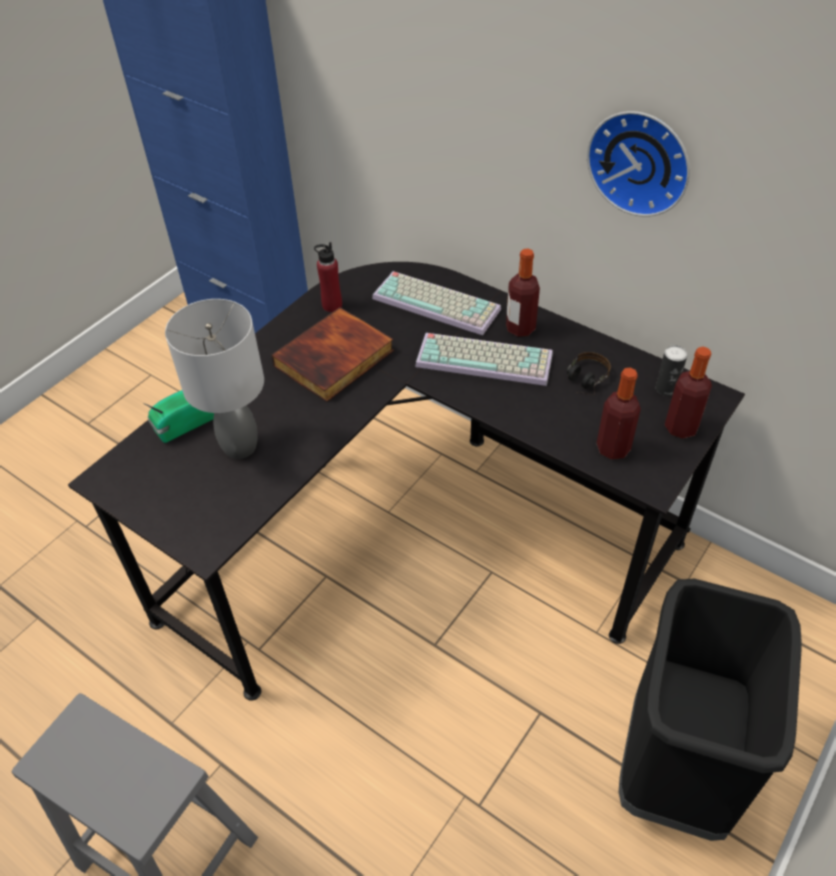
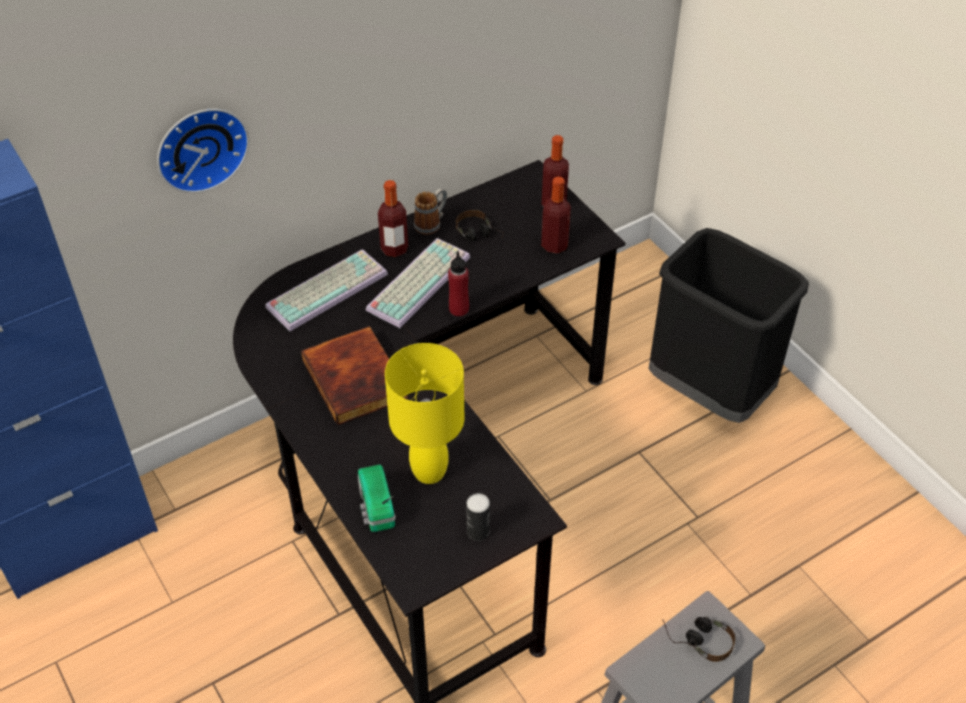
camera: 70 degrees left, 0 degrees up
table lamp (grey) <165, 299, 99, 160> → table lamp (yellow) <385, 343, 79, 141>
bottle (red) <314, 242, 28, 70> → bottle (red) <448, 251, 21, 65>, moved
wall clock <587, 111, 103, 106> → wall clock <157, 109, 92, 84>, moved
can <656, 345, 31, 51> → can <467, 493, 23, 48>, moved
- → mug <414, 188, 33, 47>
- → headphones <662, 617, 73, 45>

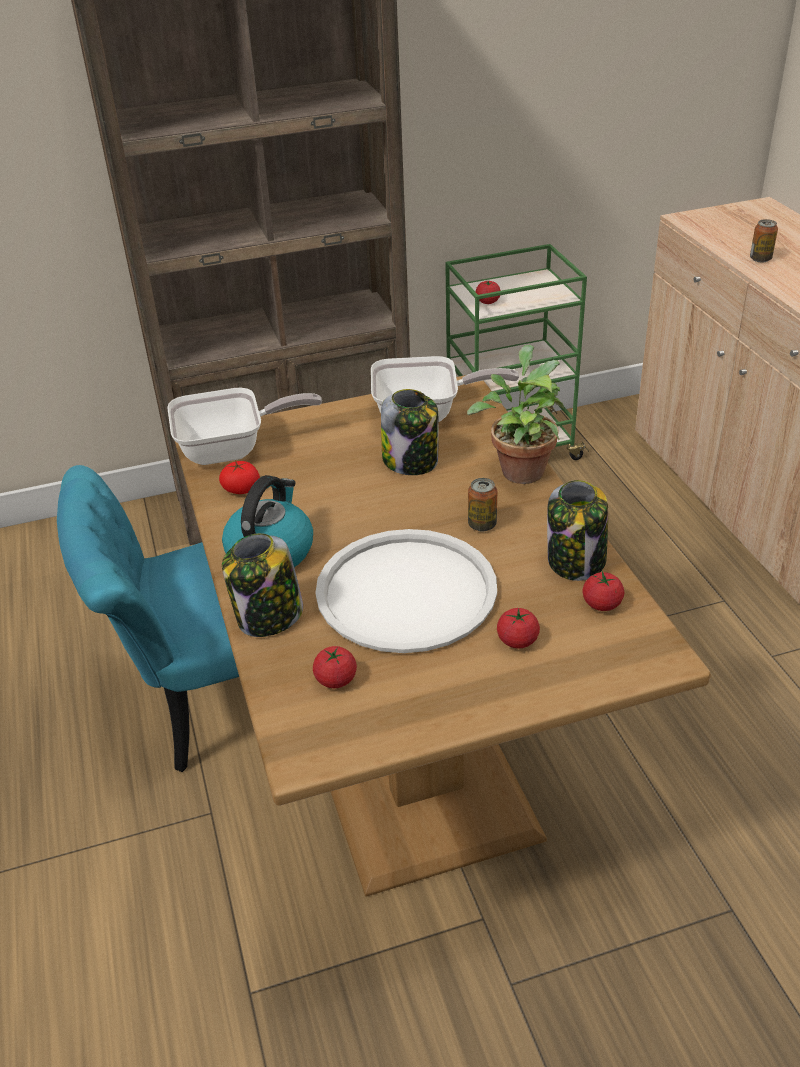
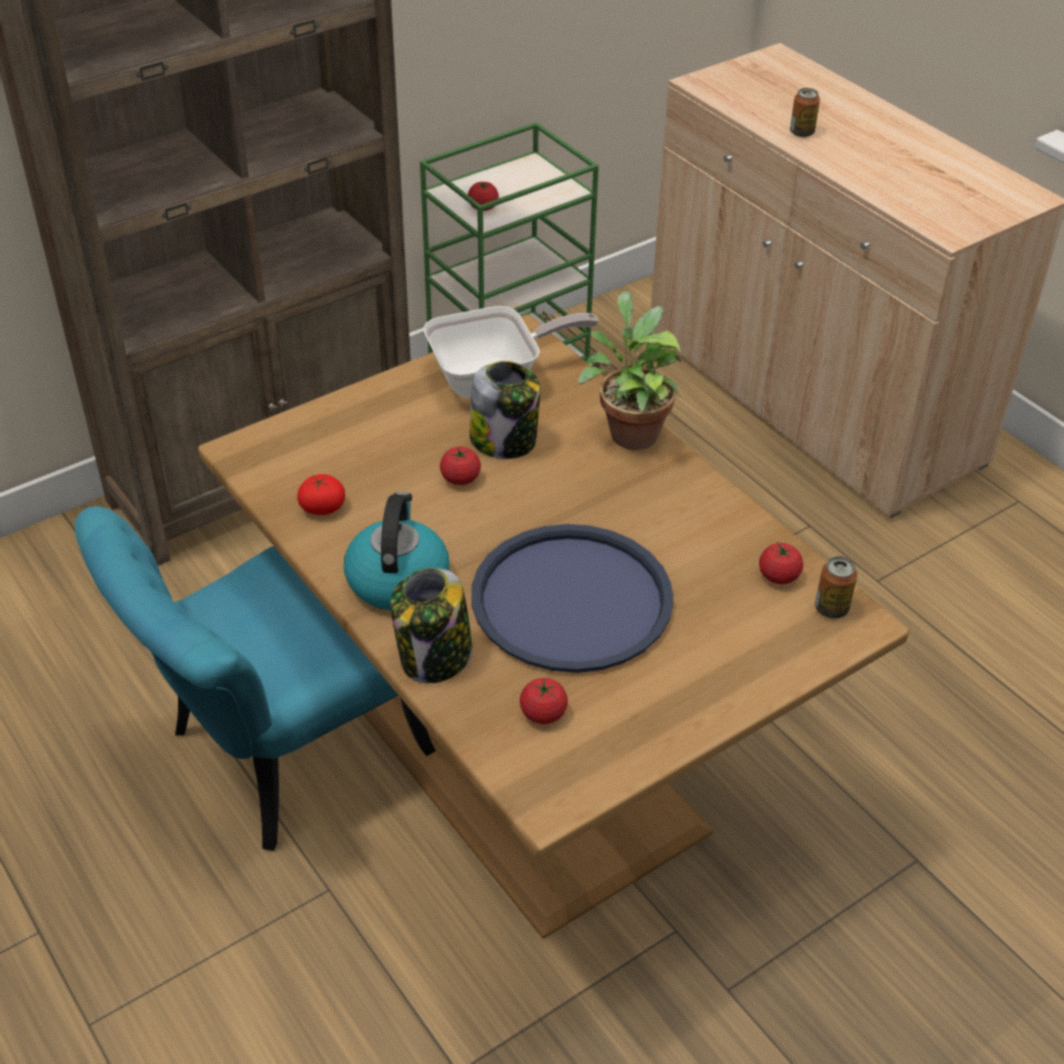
camera: 20 degrees left, 5 degrees up
frying pan <167, 387, 155, 78> → -
tray (white) <315, 529, 182, 124> → tray (blue) <471, 524, 203, 149>
can <468, 478, 29, 53> → can <815, 556, 42, 63>, moved
tomato <497, 608, 43, 40> → tomato <440, 447, 41, 38>, moved
jar <547, 480, 61, 101> → -

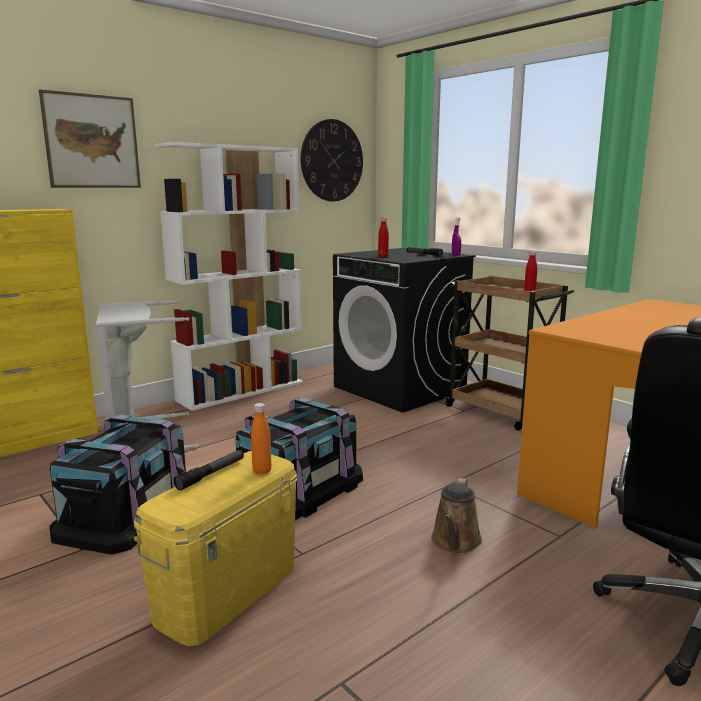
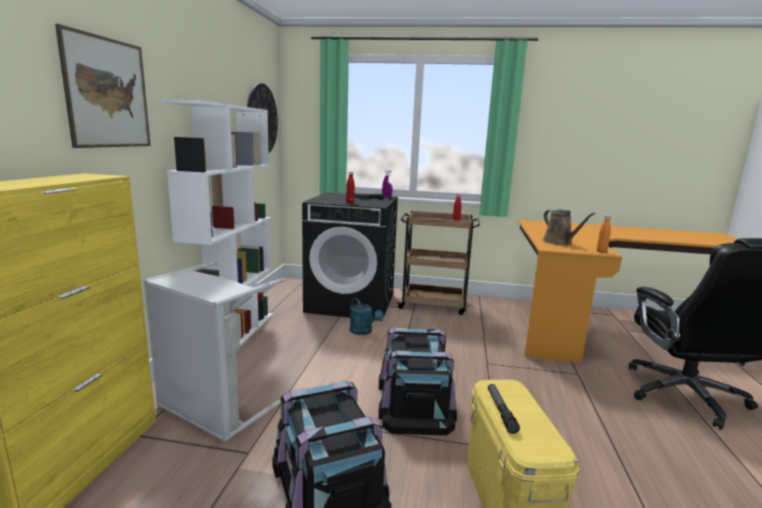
camera: 40 degrees left, 0 degrees up
bottle (orange) <251, 403, 21, 72> → bottle (orange) <597, 215, 14, 38>, moved
watering can (brown) <431, 478, 51, 75> → watering can (brown) <543, 209, 52, 36>, moved
- → watering can (turquoise) <350, 298, 34, 37>

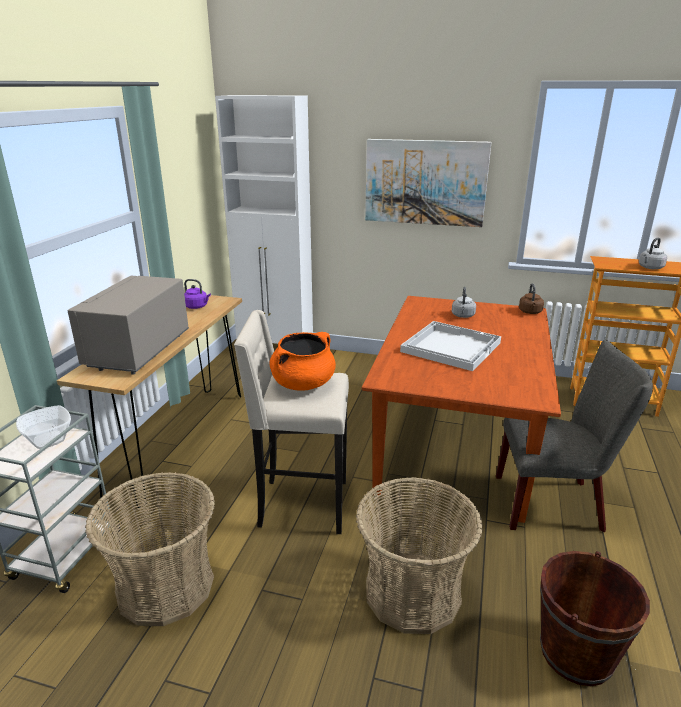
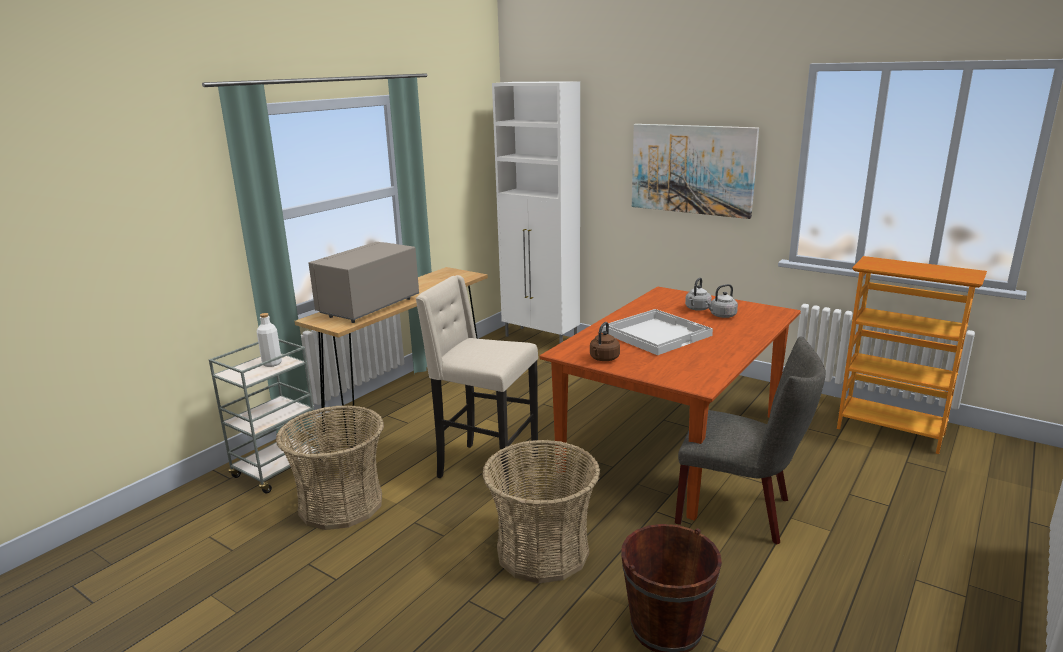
camera: 20 degrees right, 5 degrees down
bowl <16, 405, 55, 44> → bottle (white) <257, 313, 25, 54>
kettle (purple) <184, 279, 27, 30> → -
cooking pot (orange) <269, 332, 67, 59> → -
kettle (brown) <519, 283, 25, 31> → kettle (brown) <590, 322, 30, 39>, moved
kettle (grey) <639, 237, 28, 32> → kettle (grey) <705, 284, 33, 34>, moved

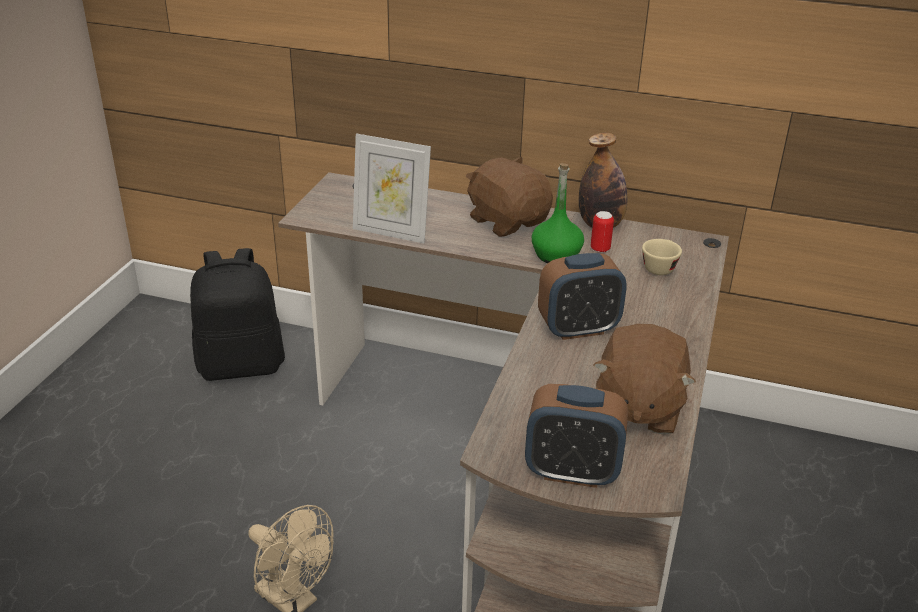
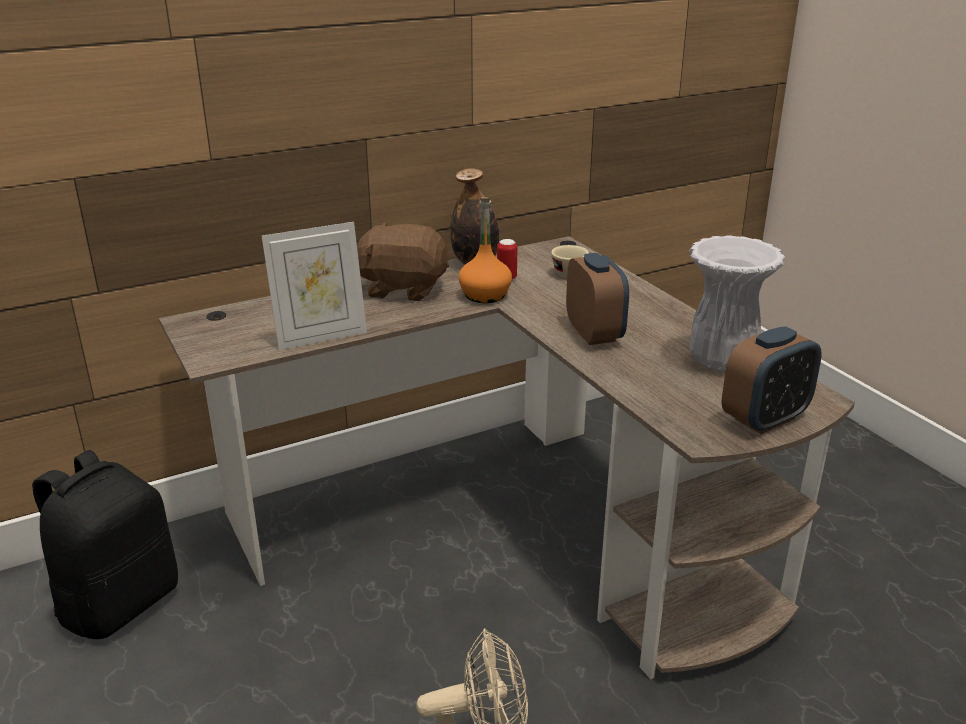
camera: 45 degrees left, 5 degrees down
bottle (green) <532, 163, 52, 100> → bottle (orange) <458, 197, 54, 106>
alarm clock <538, 253, 89, 87> → alarm clock <566, 253, 63, 92>, 45 degrees counterclockwise
plush toy (brown) <594, 324, 102, 111> → vase (white) <689, 235, 96, 136>

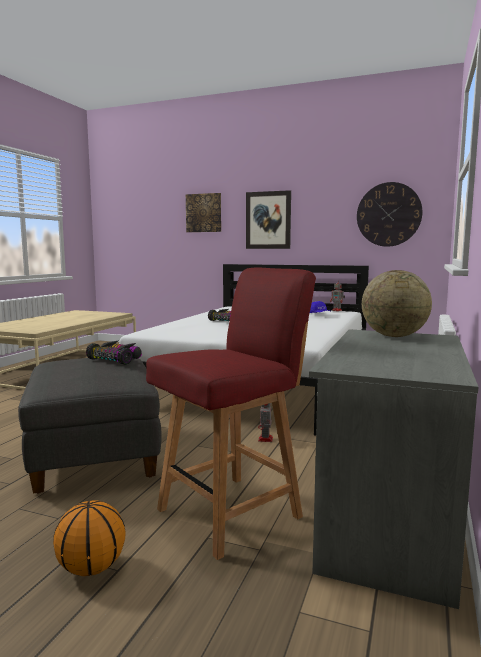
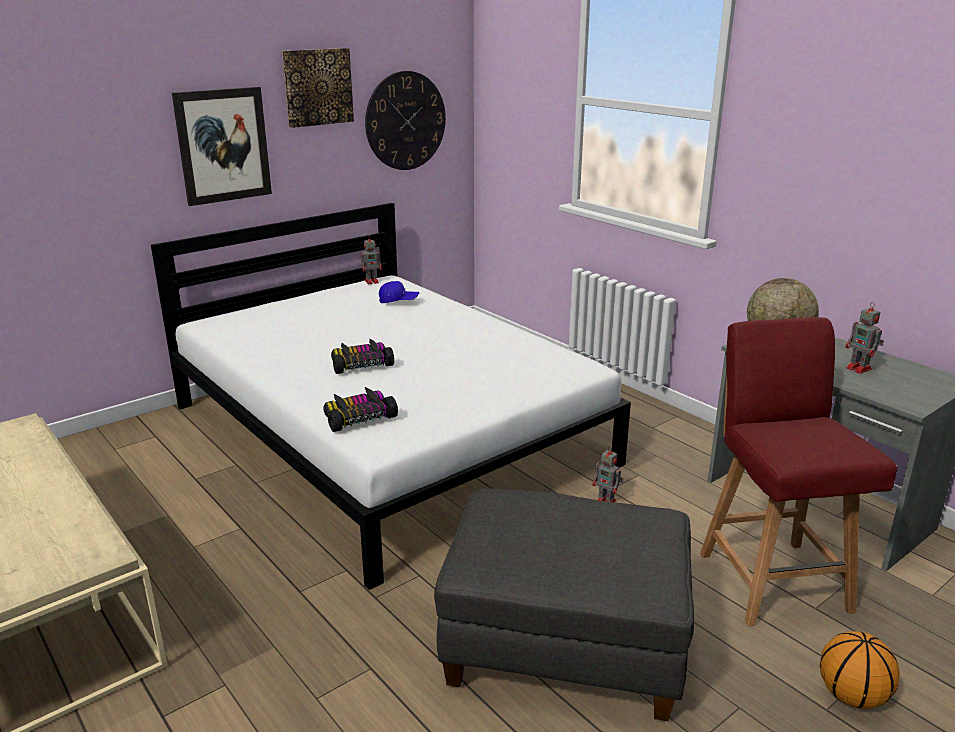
camera: 60 degrees left, 15 degrees up
toy car <86, 341, 56, 24> → toy car <324, 387, 74, 45>, moved
picture <186, 193, 35, 39> → picture <282, 48, 72, 80>, moved
- → toy robot <845, 302, 39, 72>

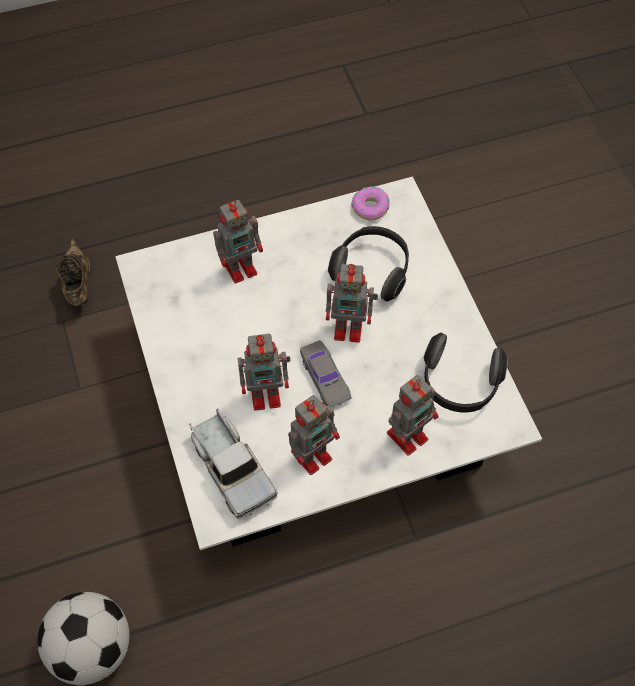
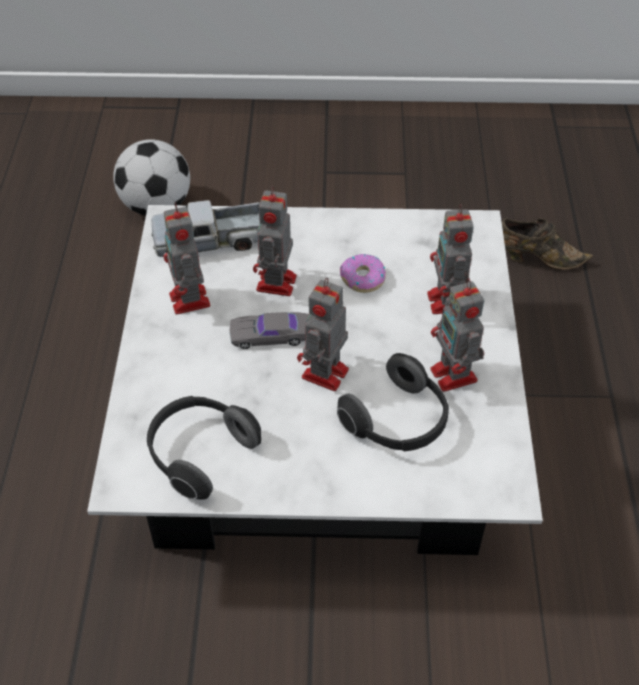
camera: 110 degrees right, 10 degrees down
donut <351, 186, 39, 35> → donut <340, 254, 46, 39>, moved
toy robot <387, 375, 52, 81> → toy robot <430, 279, 54, 113>, moved

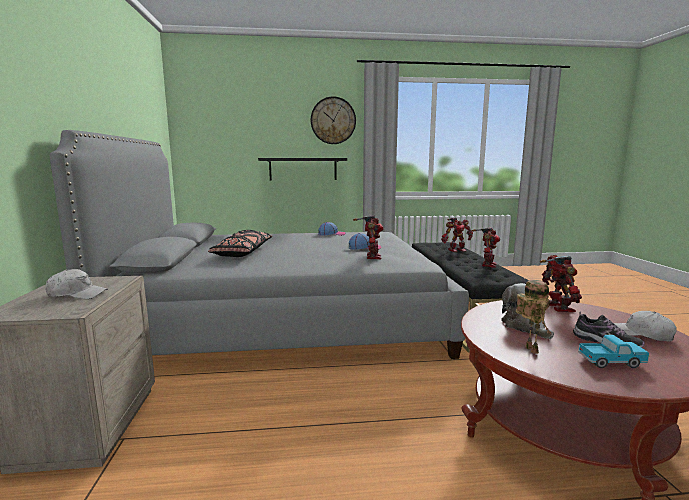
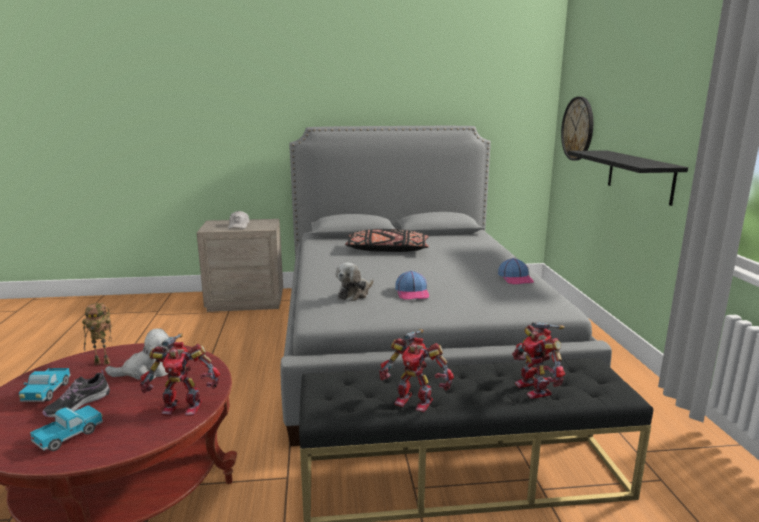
camera: 90 degrees right, 5 degrees up
wall clock <311, 96, 45, 48> → wall clock <561, 97, 32, 64>, moved
toy robot <353, 215, 30, 44> → plush toy <336, 263, 38, 39>
cap (white) <614, 311, 63, 31> → toy truck <30, 405, 73, 46>

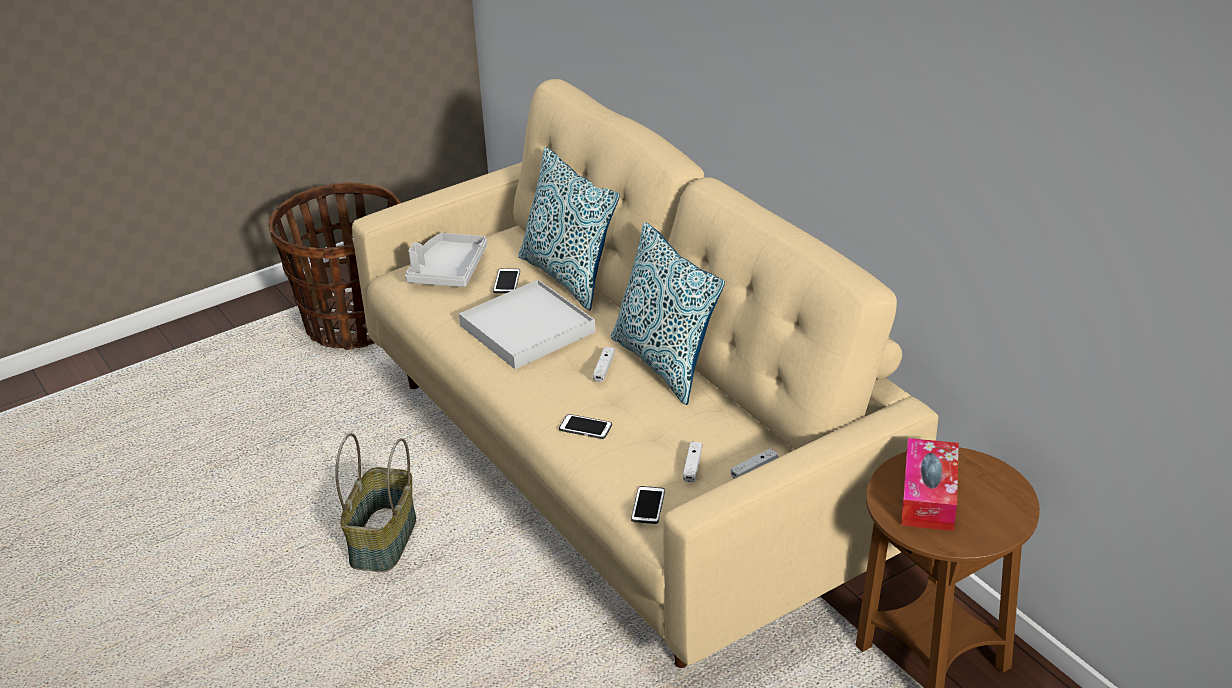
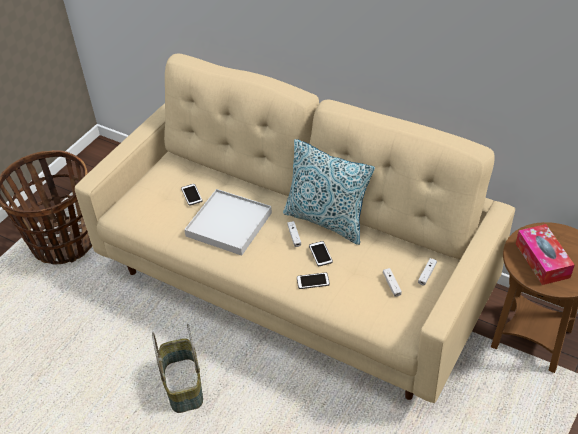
camera: 25 degrees left, 10 degrees up
tray (grey) <405, 233, 82, 54> → -
pillow <518, 147, 102, 164> → -
phone <631, 486, 34, 38> → phone <309, 241, 24, 25>, moved

